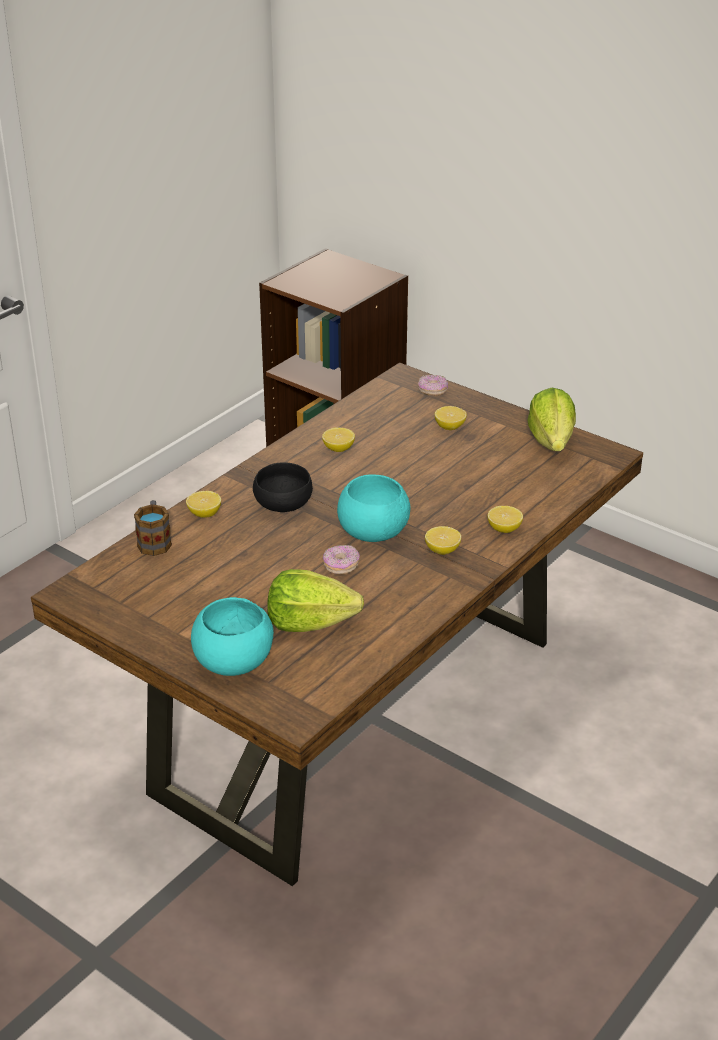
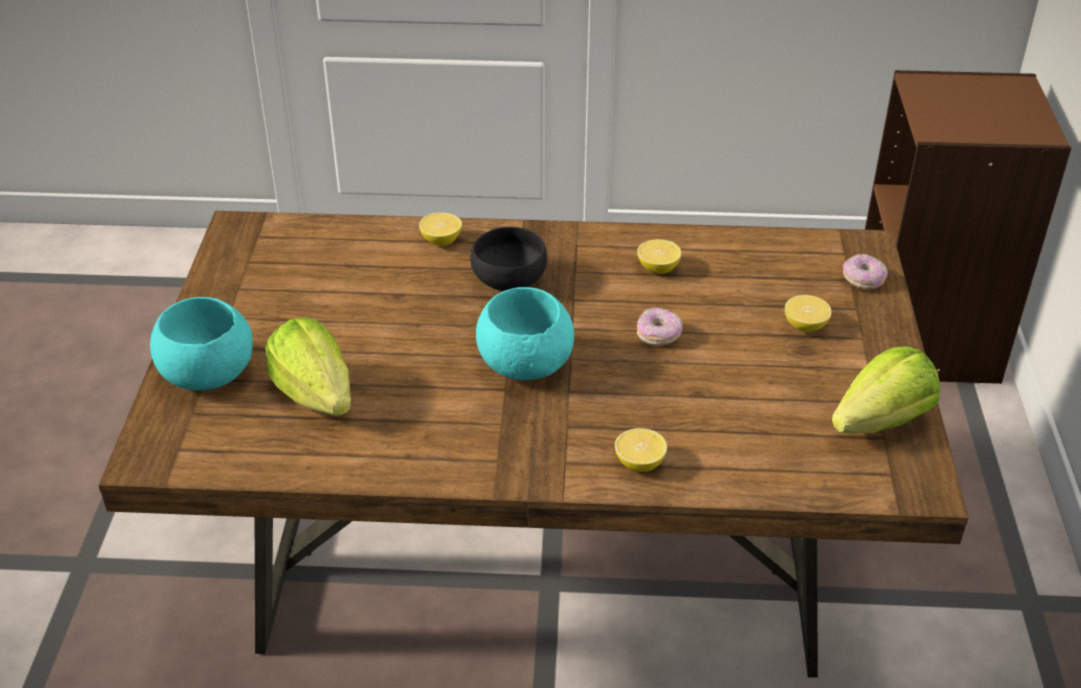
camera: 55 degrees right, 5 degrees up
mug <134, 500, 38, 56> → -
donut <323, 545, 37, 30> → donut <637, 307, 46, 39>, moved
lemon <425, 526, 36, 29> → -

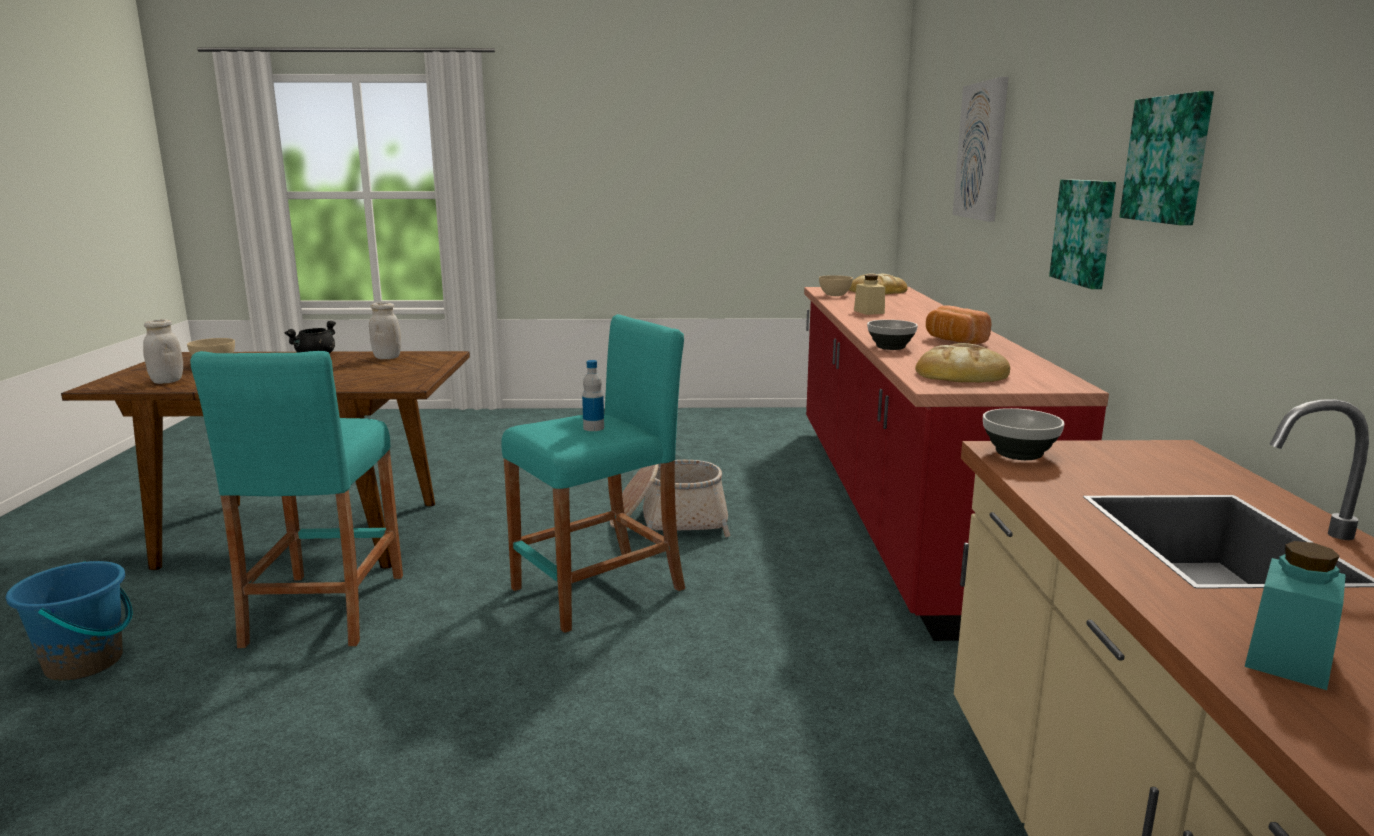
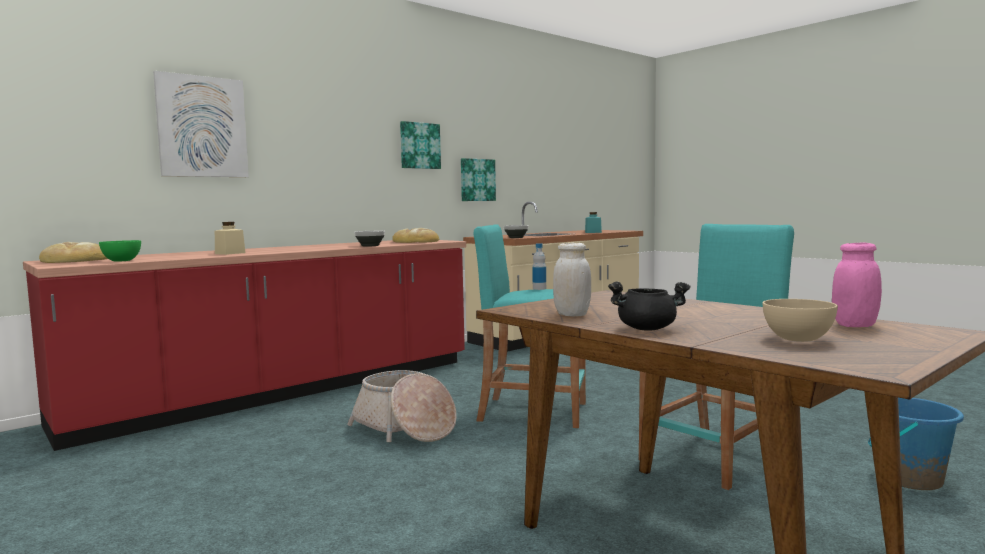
camera: 130 degrees left, 10 degrees down
jar (white) <143, 319, 40, 65> → jar (pink) <832, 243, 50, 84>
bowl (beige) <819, 275, 34, 21> → bowl (green) <99, 240, 42, 22>
bread <926, 305, 65, 39> → -
picture <1049, 179, 67, 110> → picture <461, 158, 35, 43>, moved

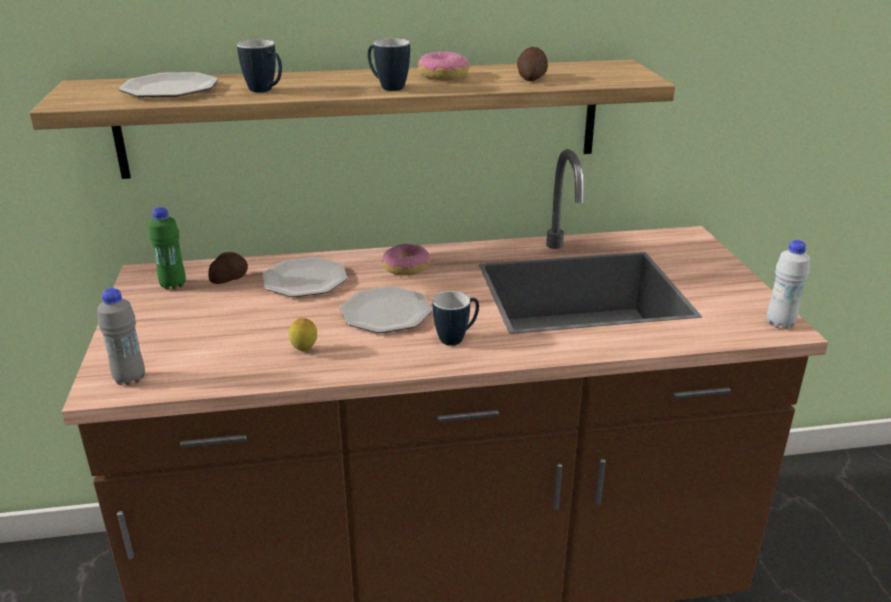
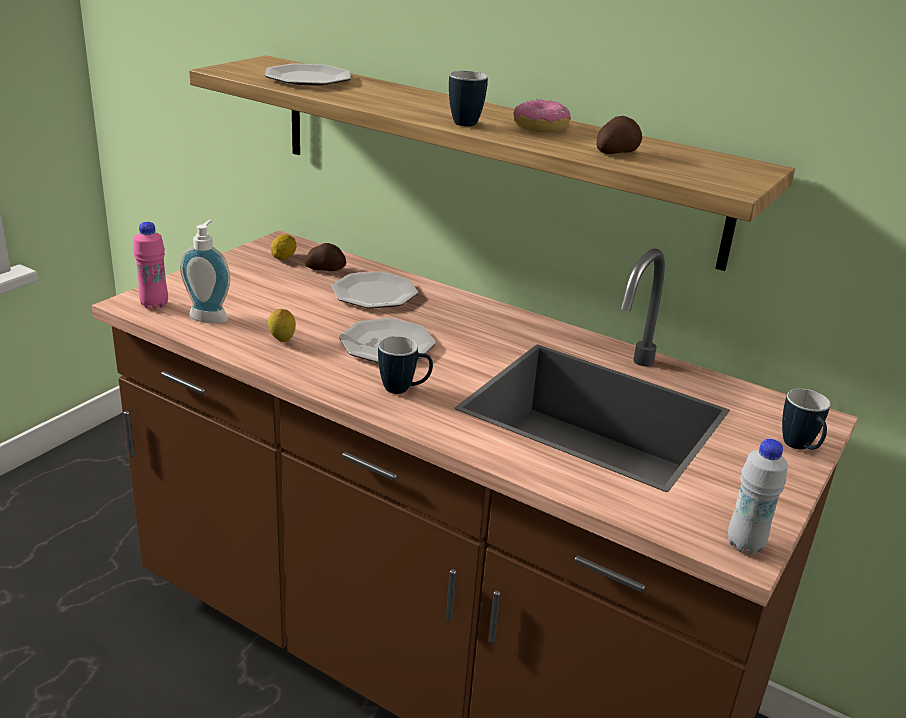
camera: 40 degrees right, 0 degrees up
bottle (grey) <97, 288, 48, 98> → bottle (pink) <133, 222, 35, 87>
bottle (green) <149, 207, 37, 83> → lemon <271, 234, 26, 26>
mug <237, 40, 45, 53> → mug <782, 389, 48, 61>, moved
donut <382, 244, 48, 31> → -
- → soap dispenser <180, 220, 51, 103>

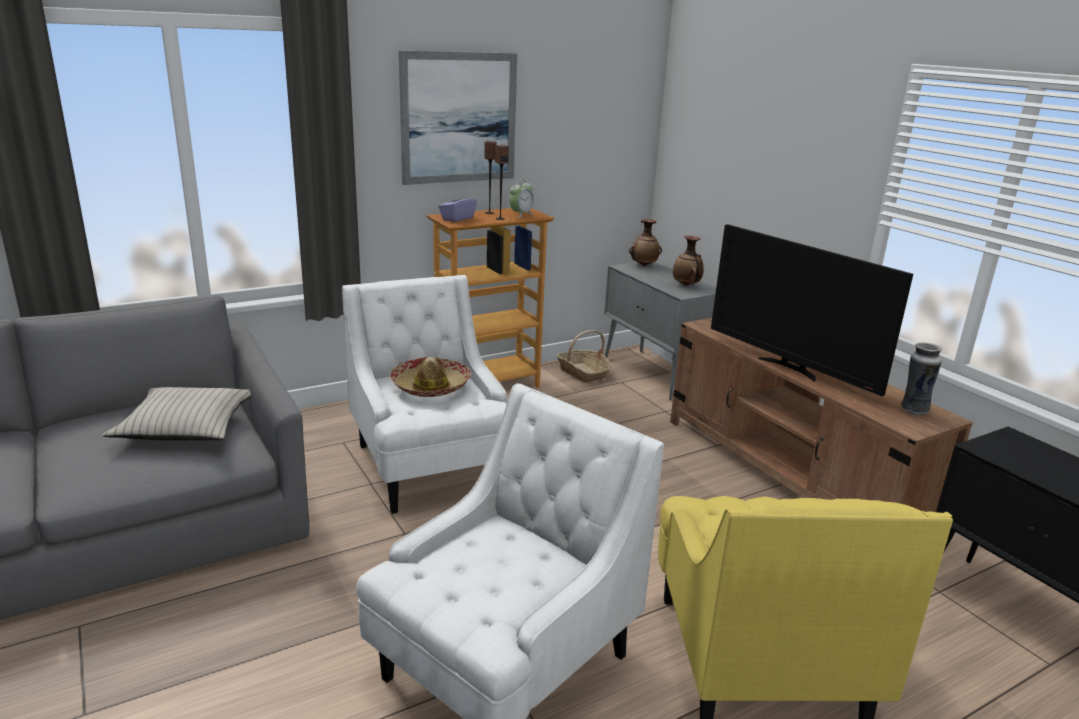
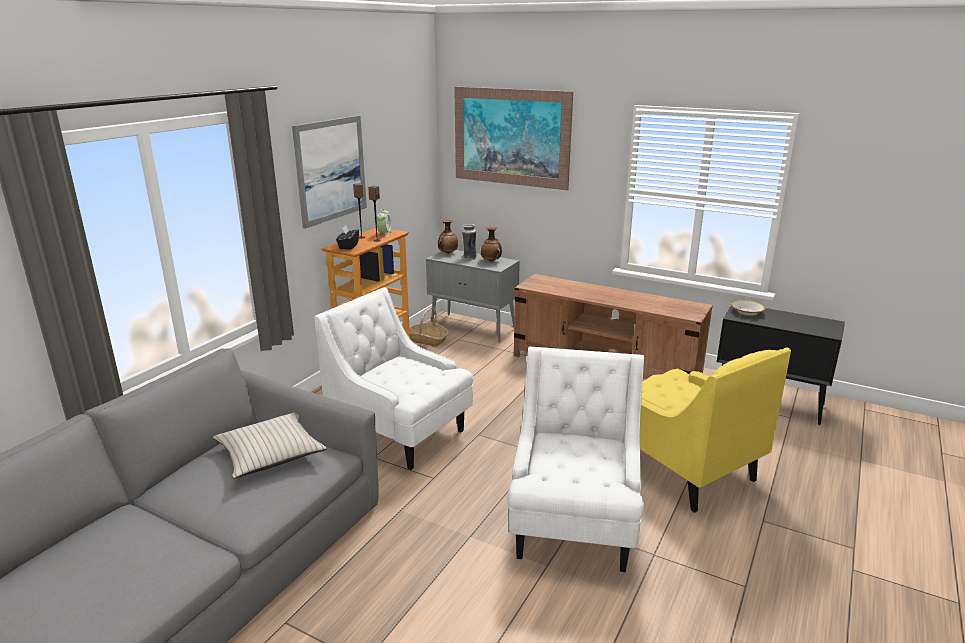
camera: 30 degrees left, 0 degrees up
hat <390, 357, 81, 40> → -
tissue box (purple) <438, 190, 39, 32> → tissue box (black) <336, 225, 23, 25>
television <711, 224, 202, 172> → -
vase <901, 342, 41, 74> → vase <462, 224, 15, 36>, moved
- → picture <454, 86, 119, 104>
- → bowl <731, 300, 35, 16>

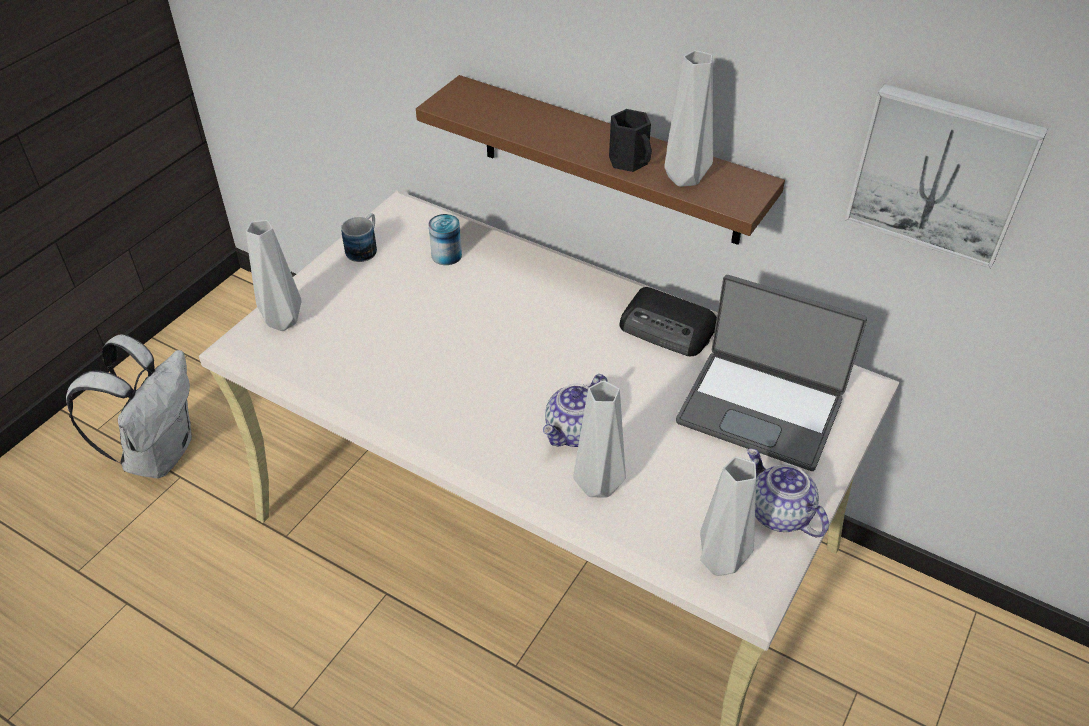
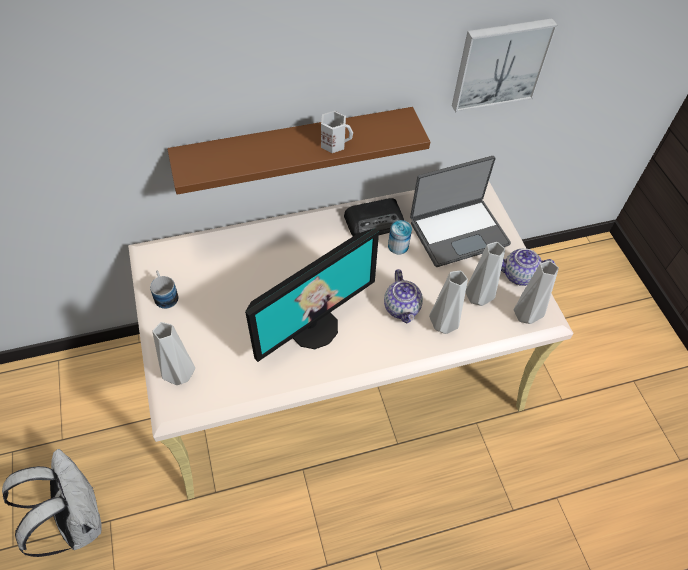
camera: 50 degrees left, 10 degrees up
can <428, 214, 34, 51> → can <388, 220, 24, 34>, moved
mug (black) <609, 109, 43, 63> → mug (white) <321, 111, 32, 42>
vase (grey) <664, 50, 49, 137> → vase (grey) <465, 242, 40, 64>, moved
- → monitor <245, 228, 134, 134>

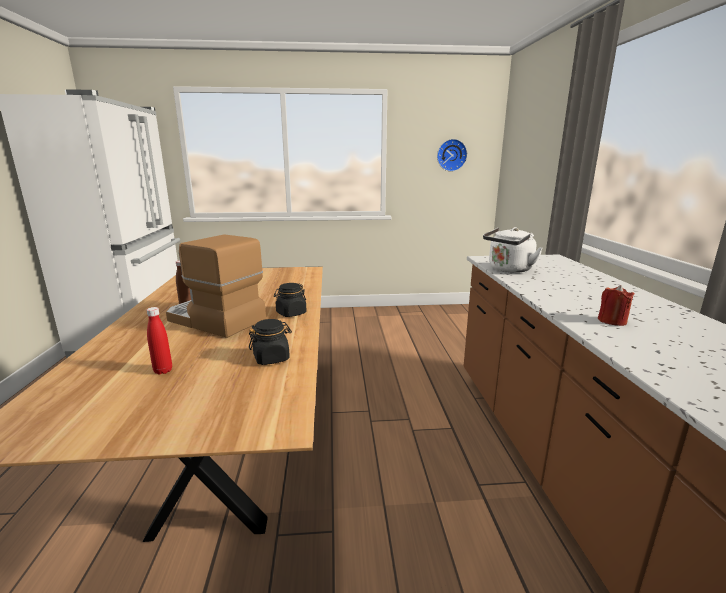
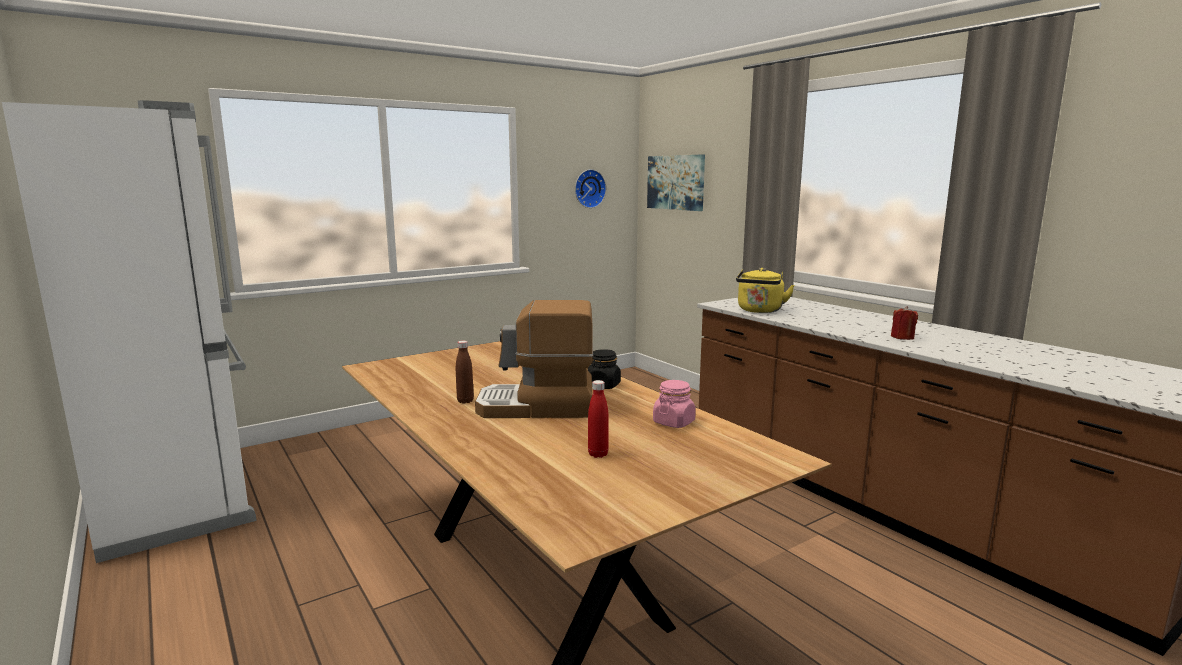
camera: 30 degrees left, 5 degrees down
jar (black) <249, 319, 43, 46> → jar (pink) <653, 380, 43, 48>
kettle (white) <483, 227, 60, 46> → kettle (yellow) <736, 268, 59, 45>
- → picture <647, 154, 58, 57>

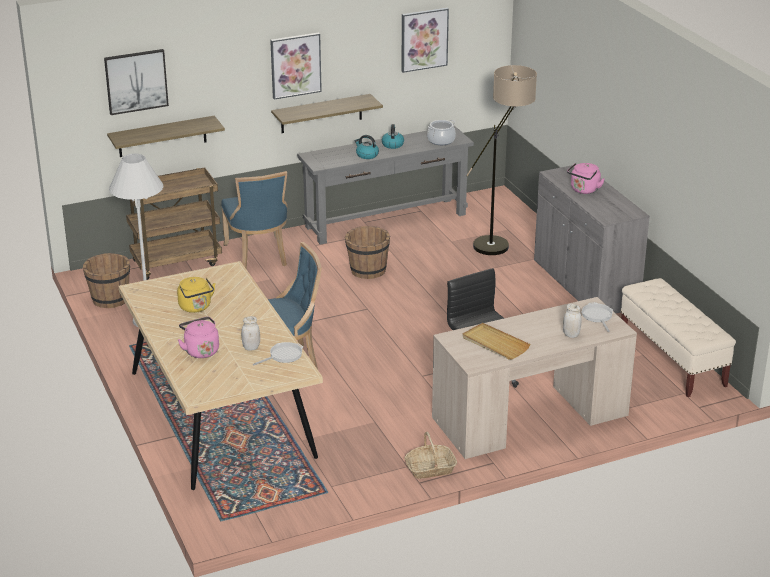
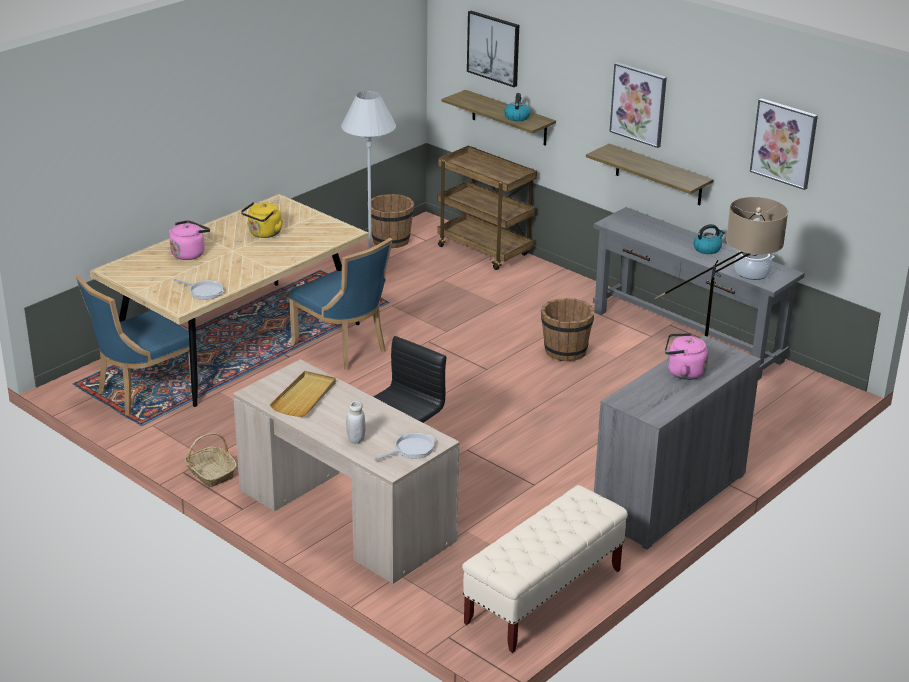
camera: 65 degrees right, 0 degrees up
chair (blue) <221, 171, 67, 99> → chair (blue) <76, 275, 124, 141>, moved
jar (white) <241, 316, 19, 35> → -
kettle <355, 135, 24, 24> → kettle <504, 93, 27, 28>, moved

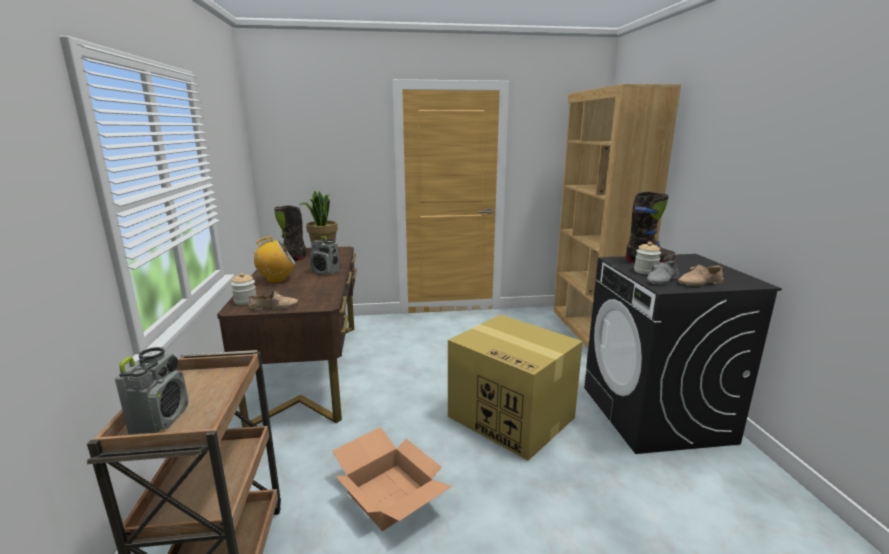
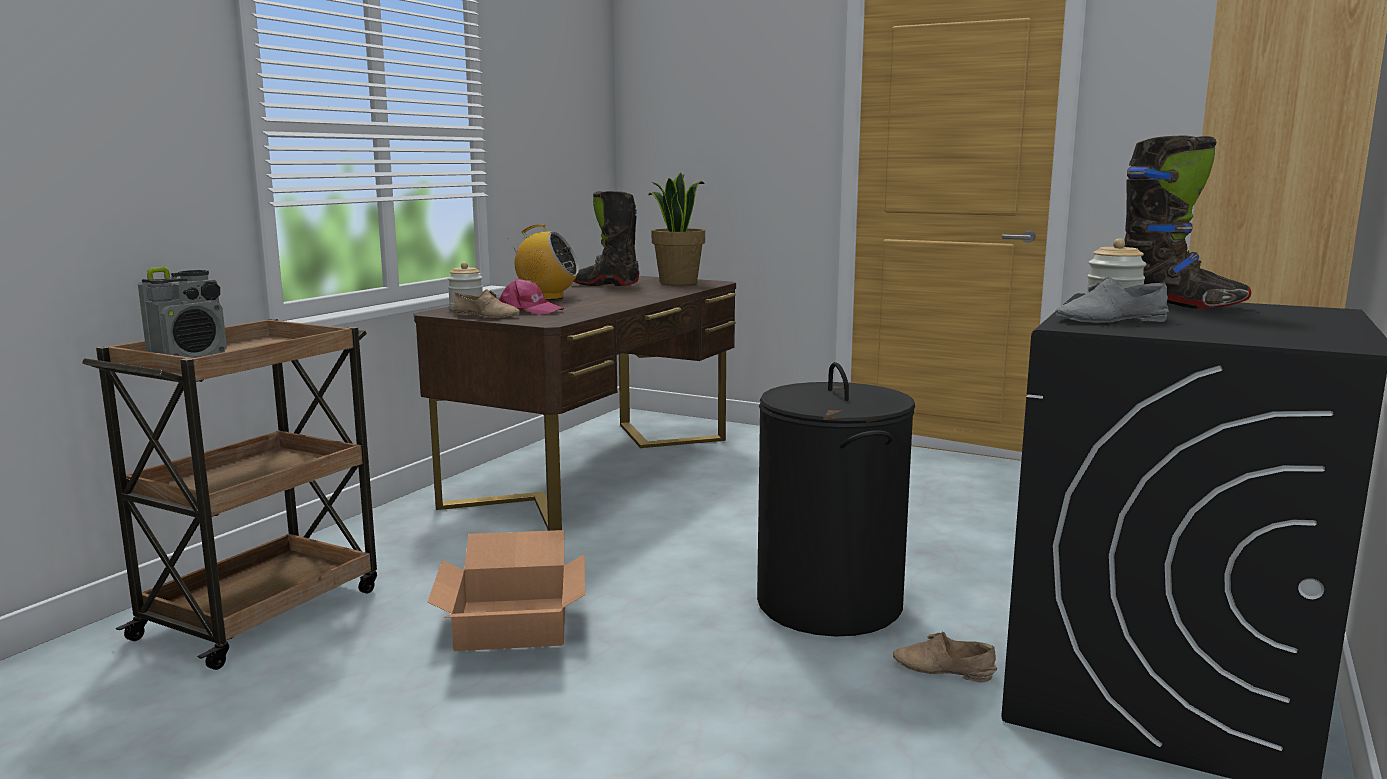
camera: 35 degrees right, 5 degrees down
radio <310, 236, 30, 39> → -
cardboard box <448, 315, 135, 146> → laundry basket (black) <757, 362, 158, 274>
shoe (beige) <678, 265, 46, 21> → shoe (beige) <893, 631, 104, 52>, moved
- → cap (pink) <498, 278, 66, 37>

